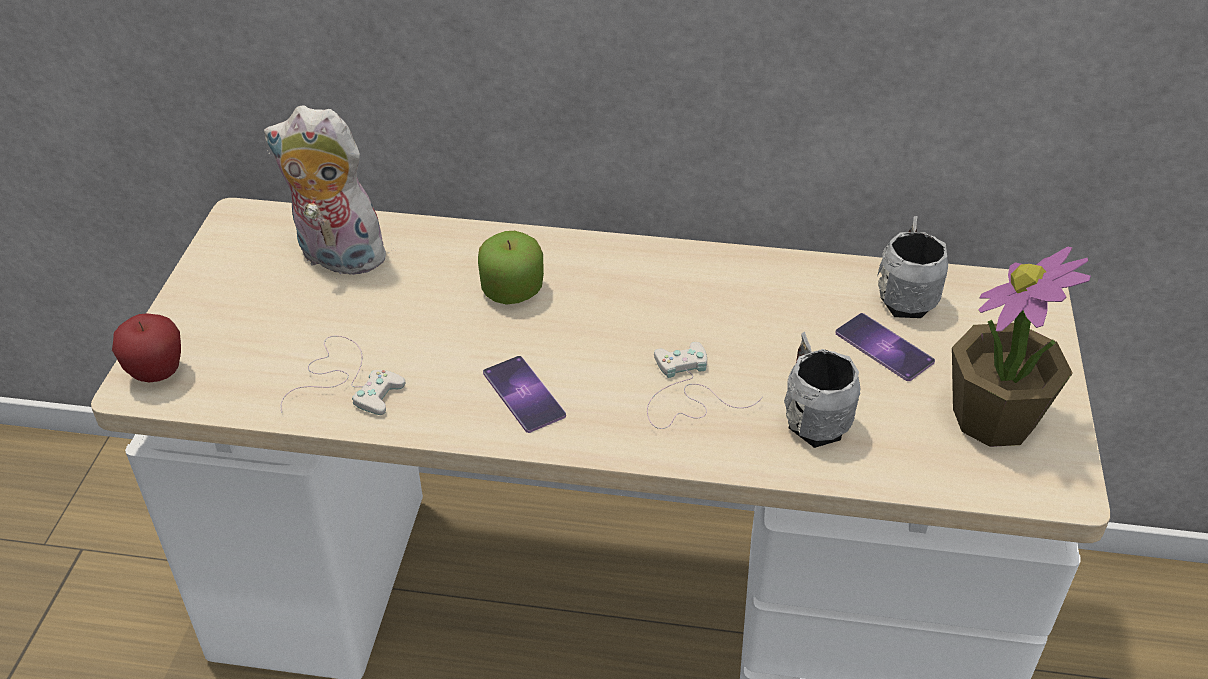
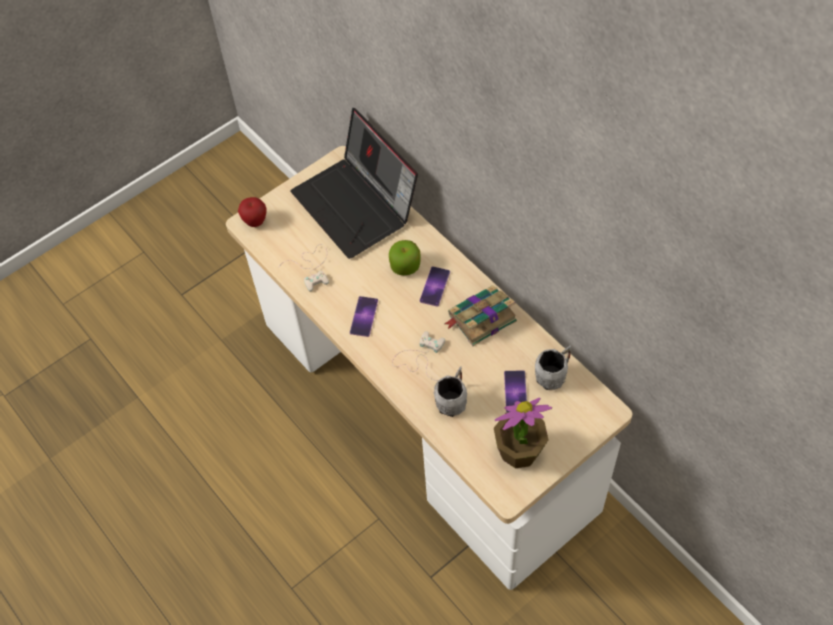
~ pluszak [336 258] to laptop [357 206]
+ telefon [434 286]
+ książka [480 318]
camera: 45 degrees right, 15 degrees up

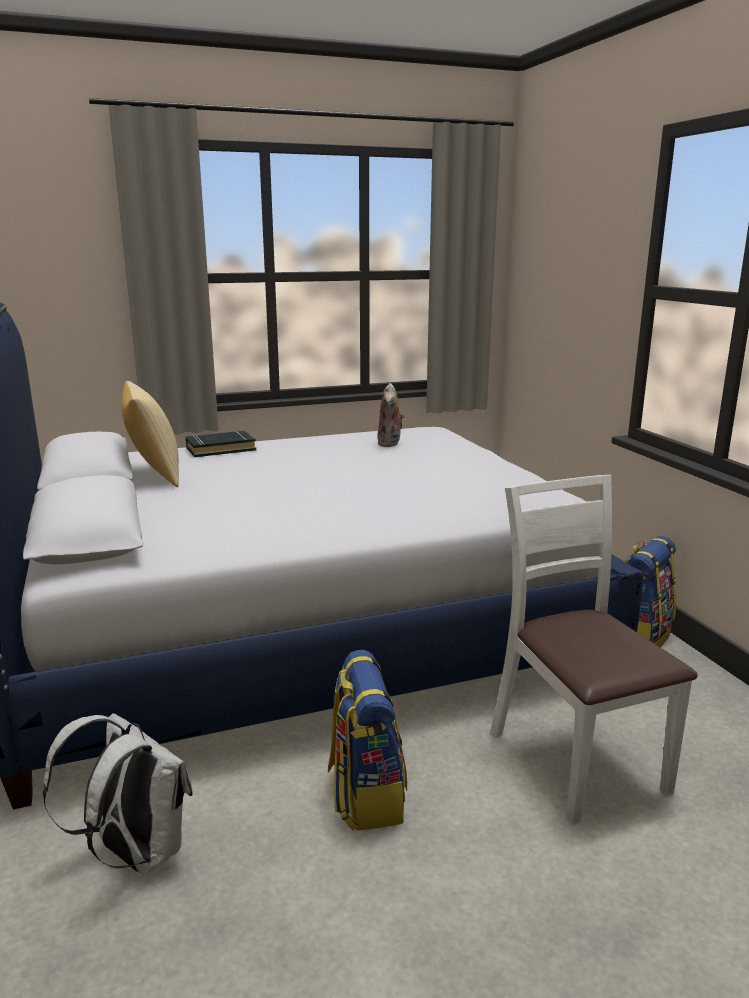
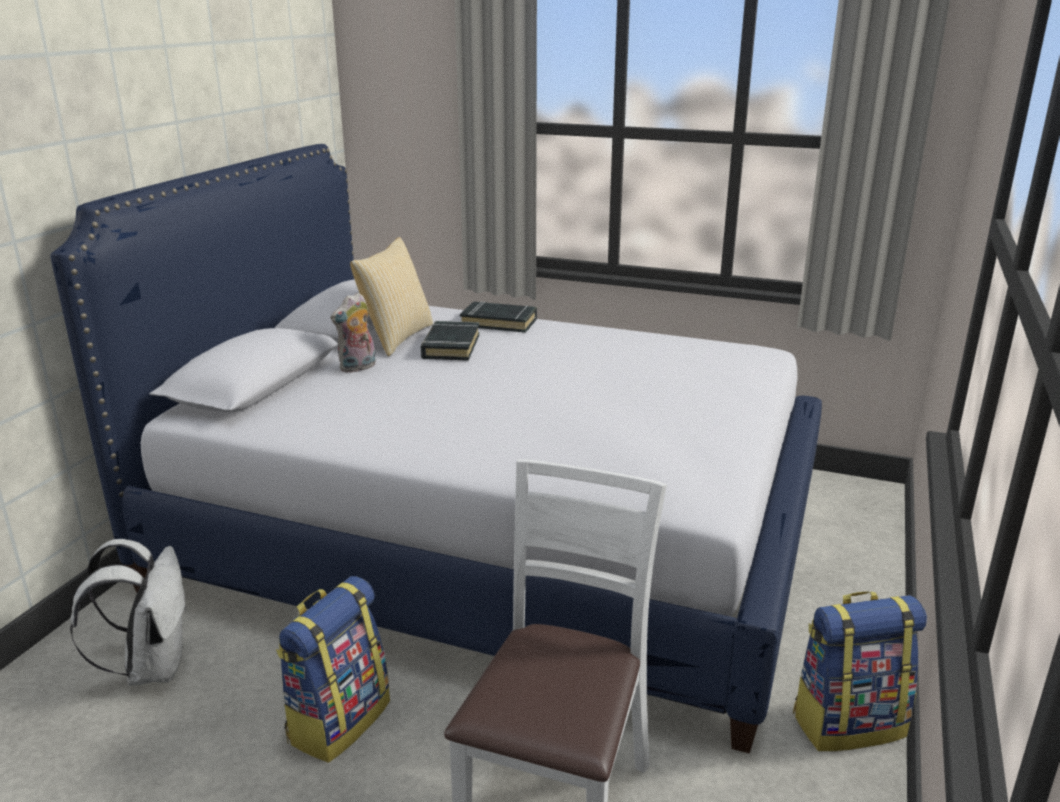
~ pluszak [390 443] to [358 368]
+ książka [czarny] [450 346]
camera: 40 degrees right, 5 degrees up

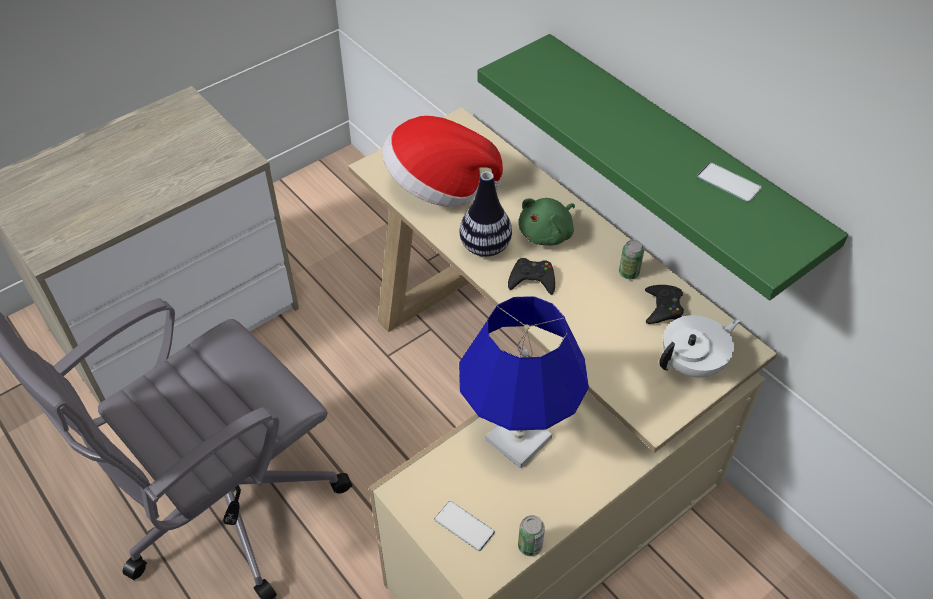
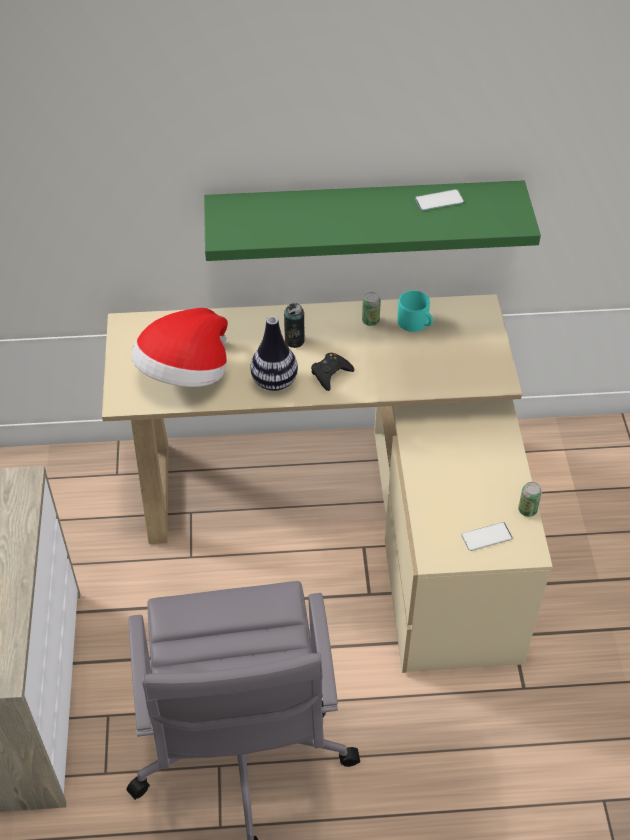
~ pluszak [zielony] [547 234] to puszka [294 341]
~ pad do gier [czarny] [663 308] to kubek [turkusowy] [415 323]
- lampa stołowa [niebieski] [518 439]
- imbryk [biały] [693 364]
camera: 55 degrees left, 0 degrees up

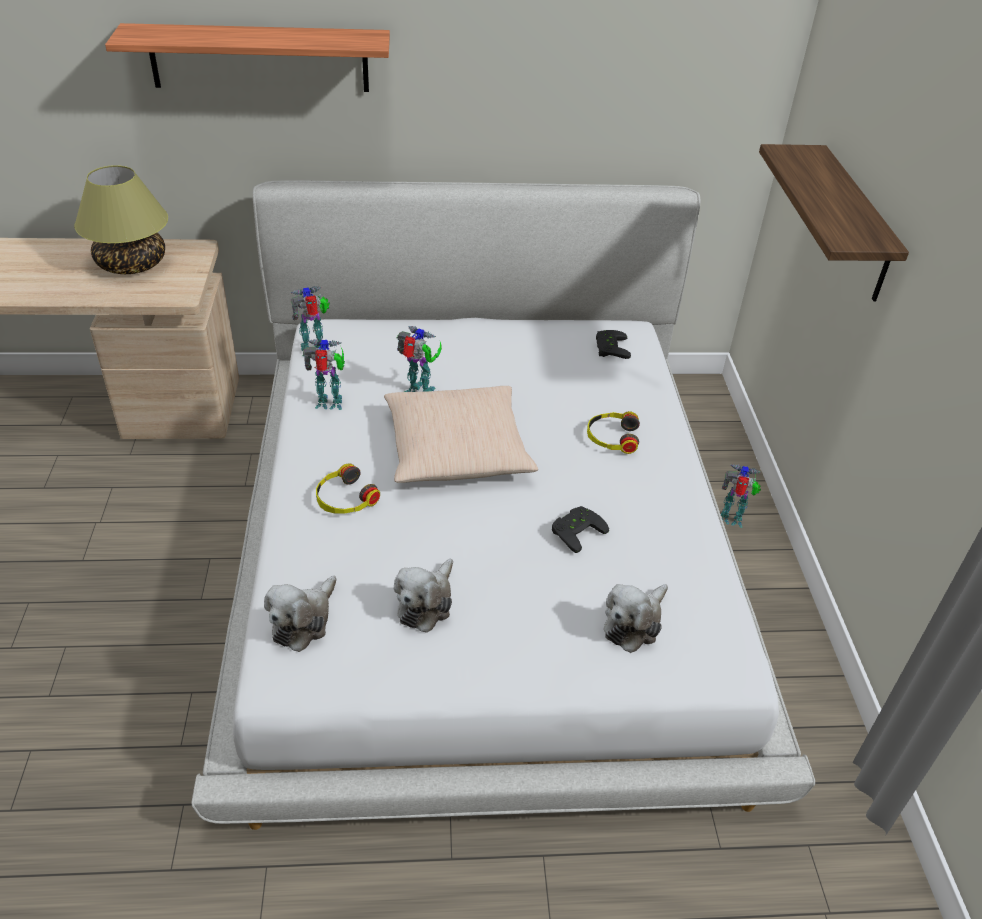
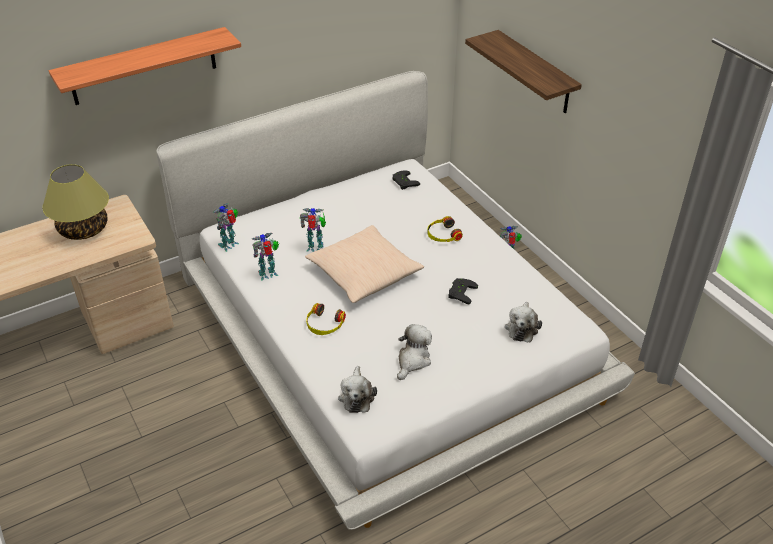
~ pluszak [426 603] = [413 360] 150 degrees counterclockwise
camera: 25 degrees left, 0 degrees up

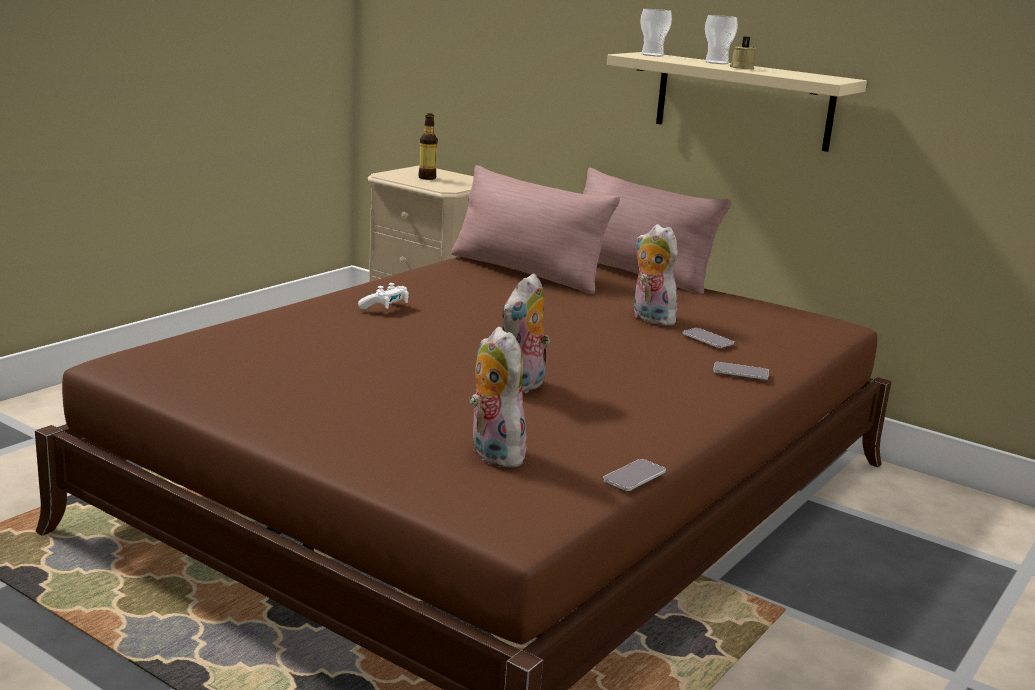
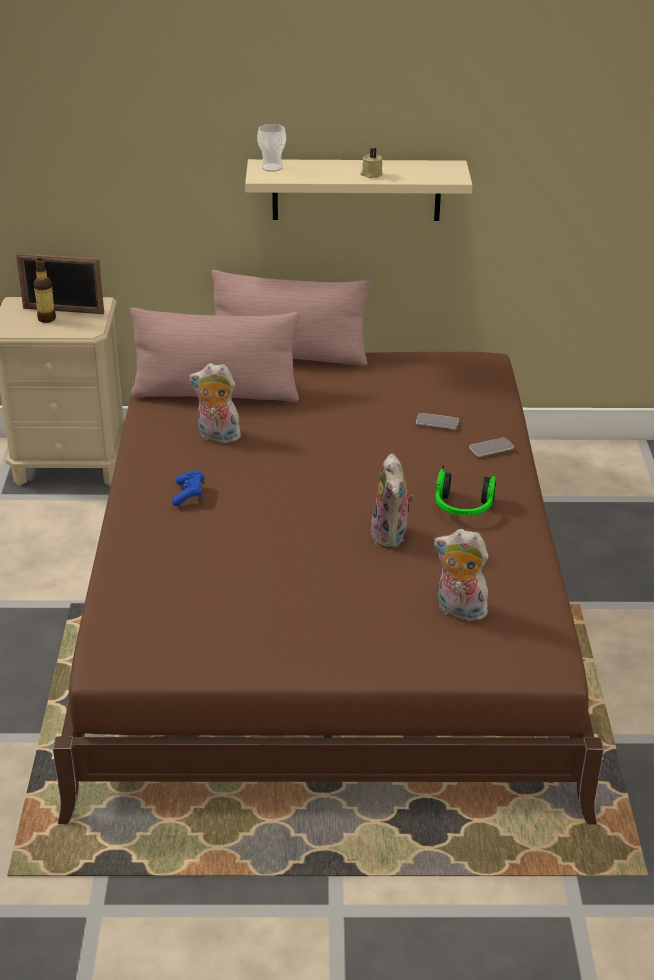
- filiżanka [716 62]
~ pluszak [649 318] to [217 437]
~ pad do gier [biały] [385 307] to pad do gier [niebieski] [189 494]
- telefon [634 476]
+ ramka na zdjęcie [63 310]
+ słuchawki [463 508]
camera: 35 degrees left, 15 degrees up

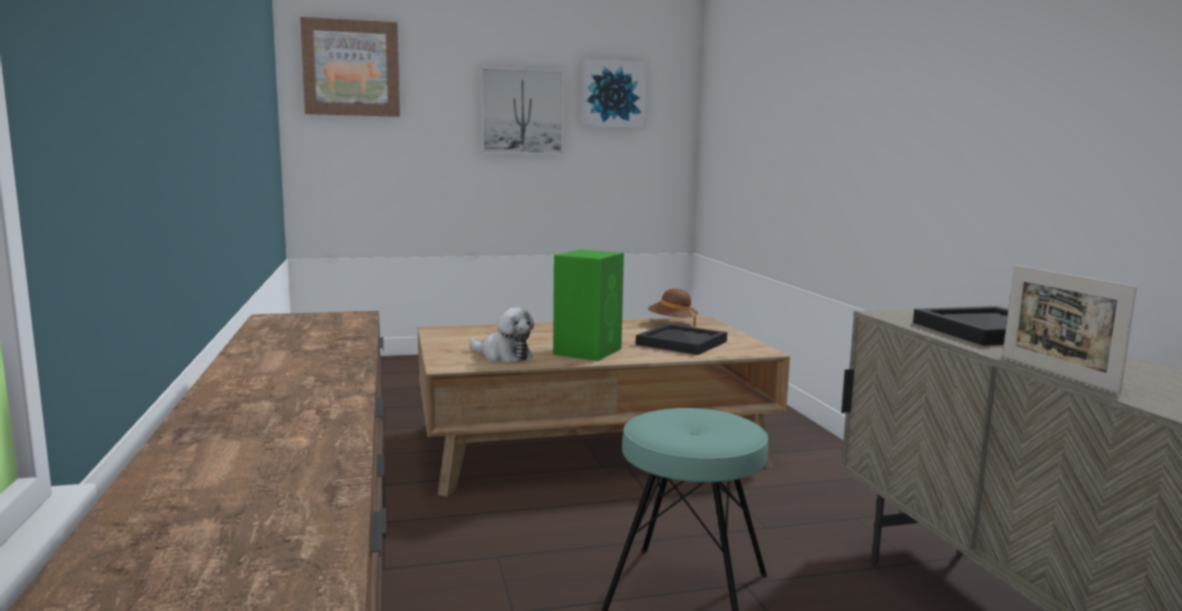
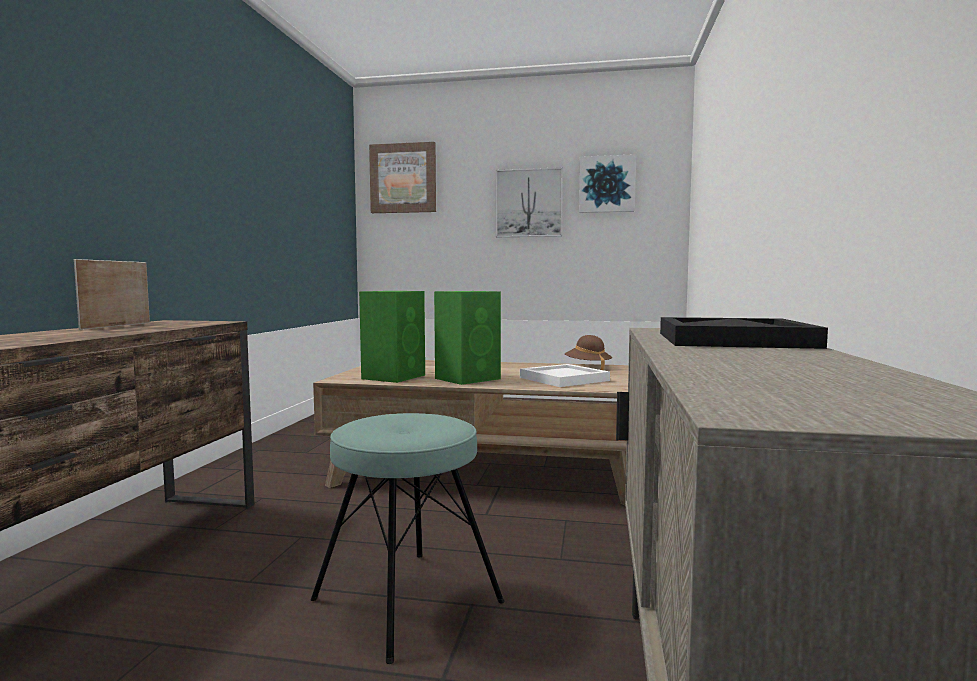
~ ramka na zdjęcie [1056 373] to [116 326]
~ pluszak [503 356] to głośnik [zielony] [394 377]
~ taca [czarny] [683 343] to taca [biały] [565 379]
camera: 25 degrees right, 5 degrees down

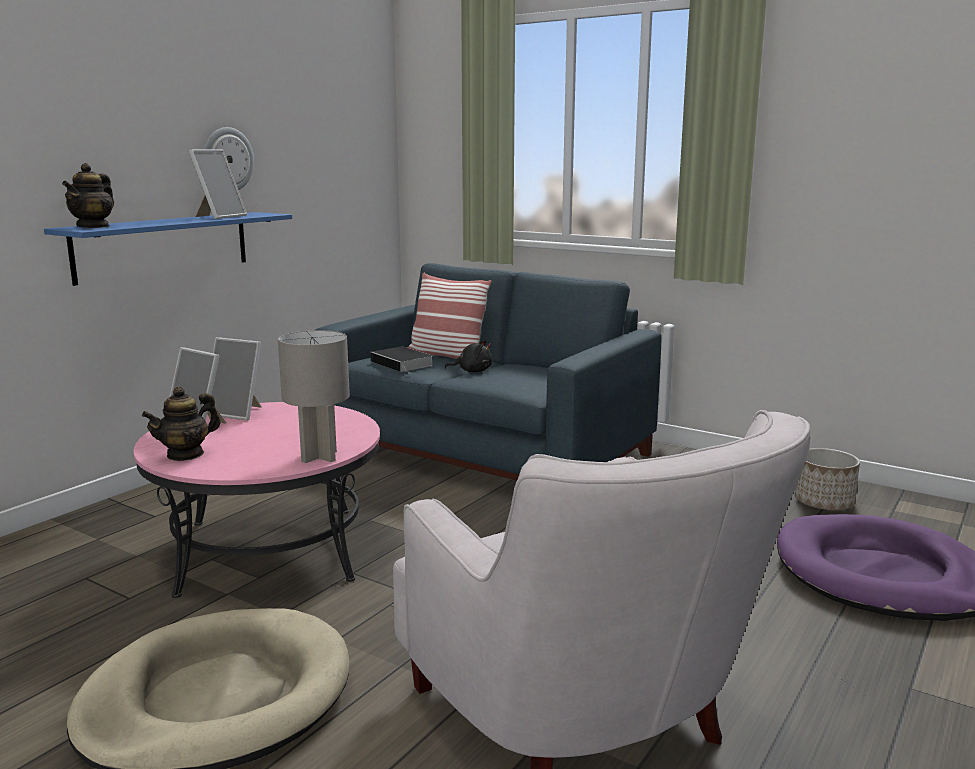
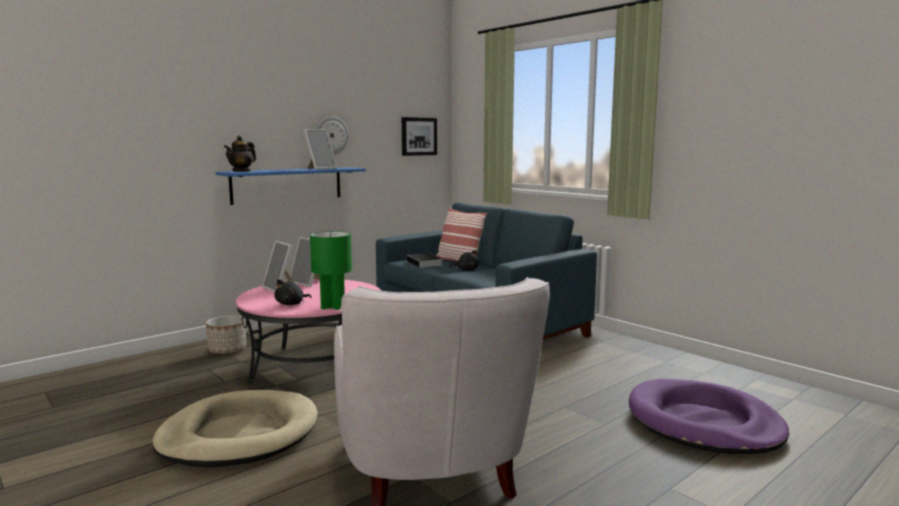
~ lampa stołowa [szary] [320 456] to lampa stołowa [zielony] [333 307]
- imbryk [185 454]
~ donica [823 502] to [227 350]
+ obraz [418 136]
+ pluszak [czarny] [291 304]
camera: 15 degrees right, 5 degrees down

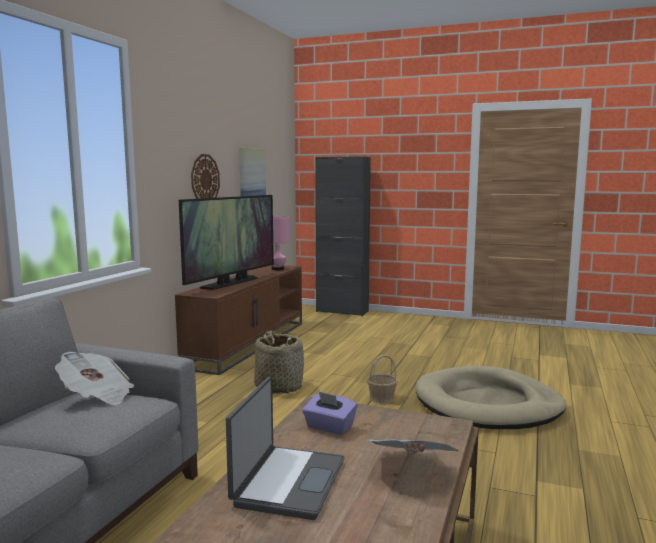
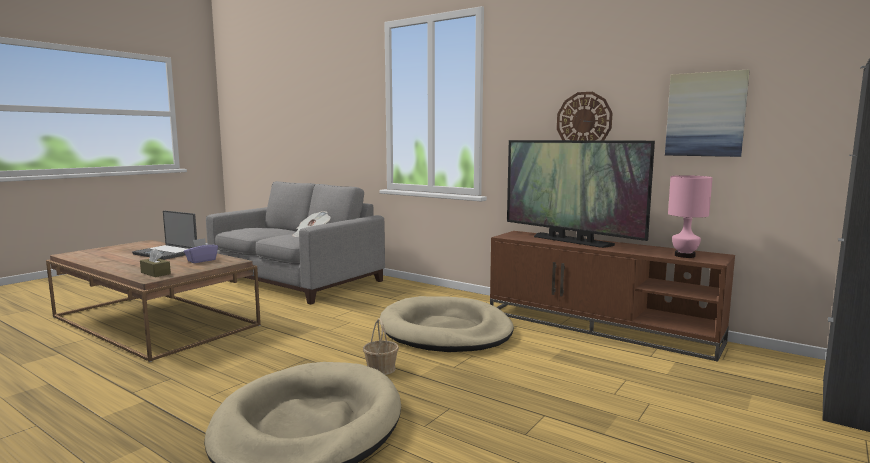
~ koszyk [278 387] to legowisko [beżowy] [445 330]
- gazeta [412 468]
+ pudełko chusteczek [brązowy] [155 273]
camera: 105 degrees right, 0 degrees up

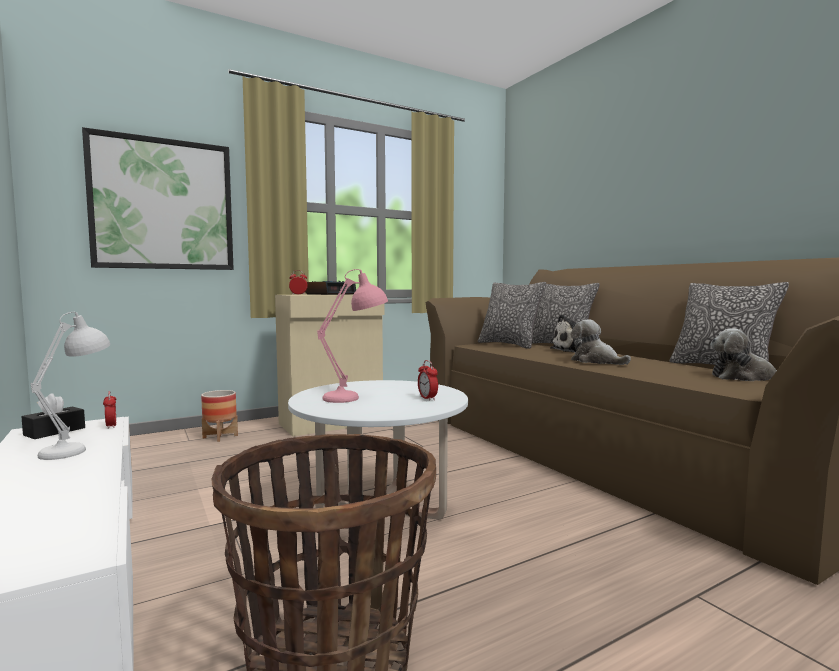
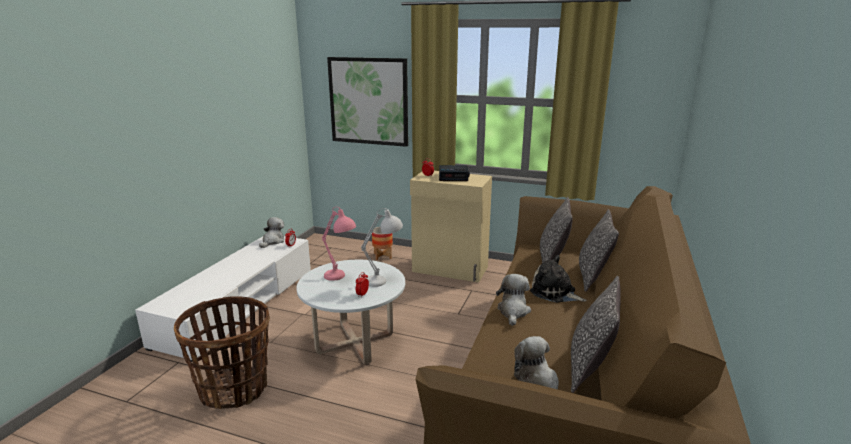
~ lampa stołowa [biały] [79 448] to [384 280]
~ pudełko chusteczek [czarny] [55 431] to pluszak [273 241]
camera: 50 degrees right, 15 degrees up

